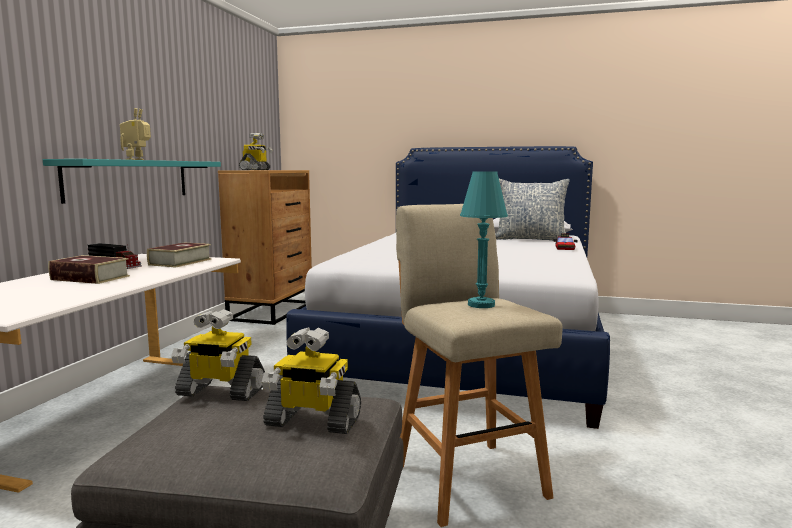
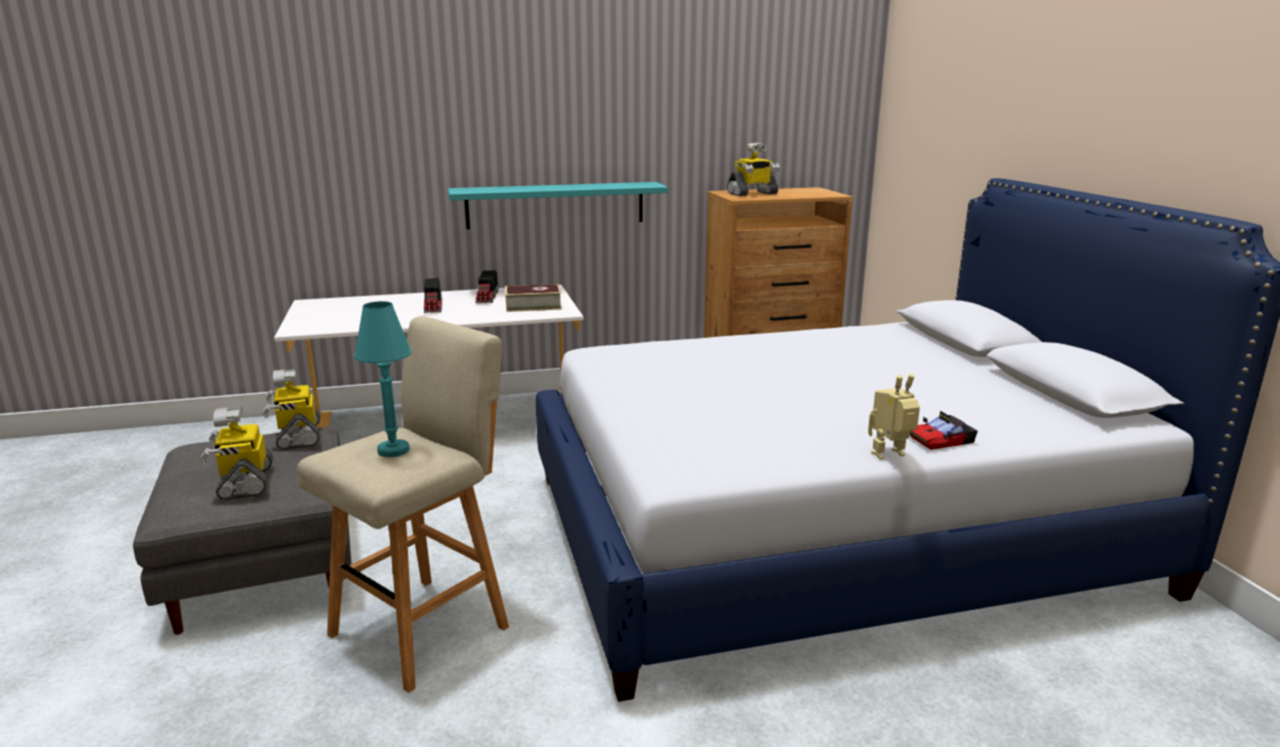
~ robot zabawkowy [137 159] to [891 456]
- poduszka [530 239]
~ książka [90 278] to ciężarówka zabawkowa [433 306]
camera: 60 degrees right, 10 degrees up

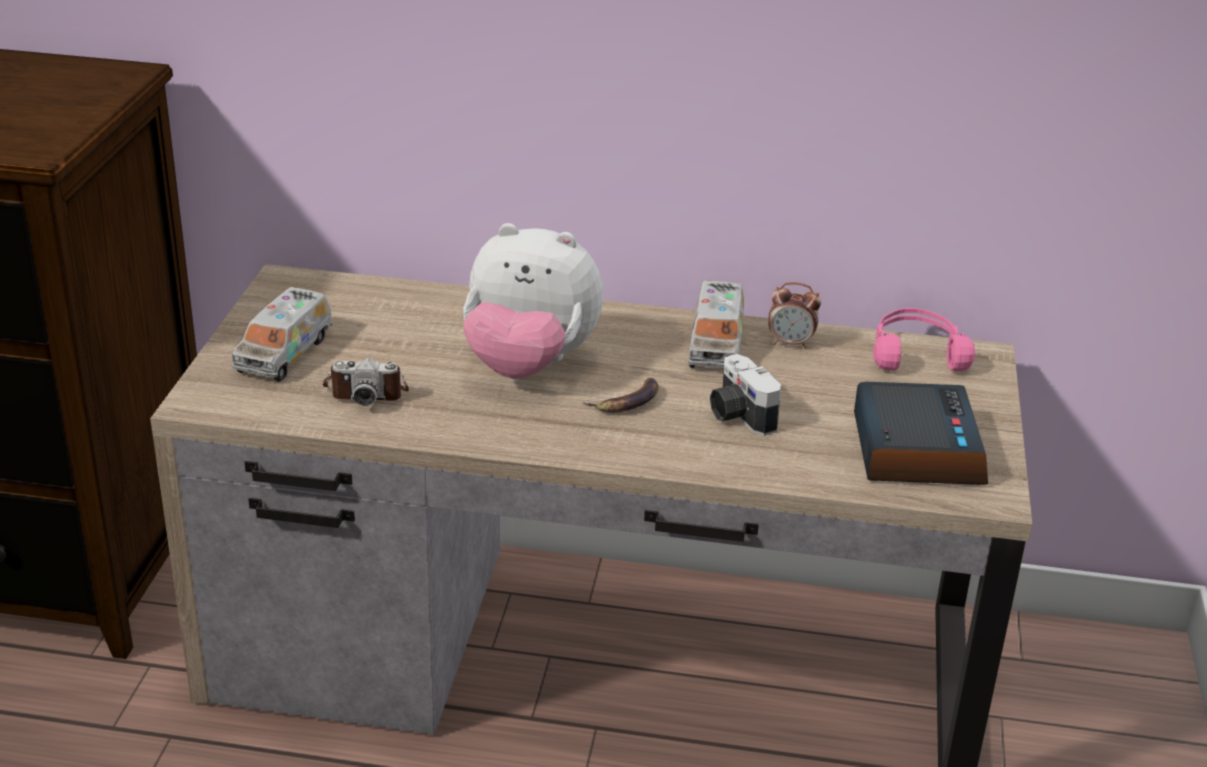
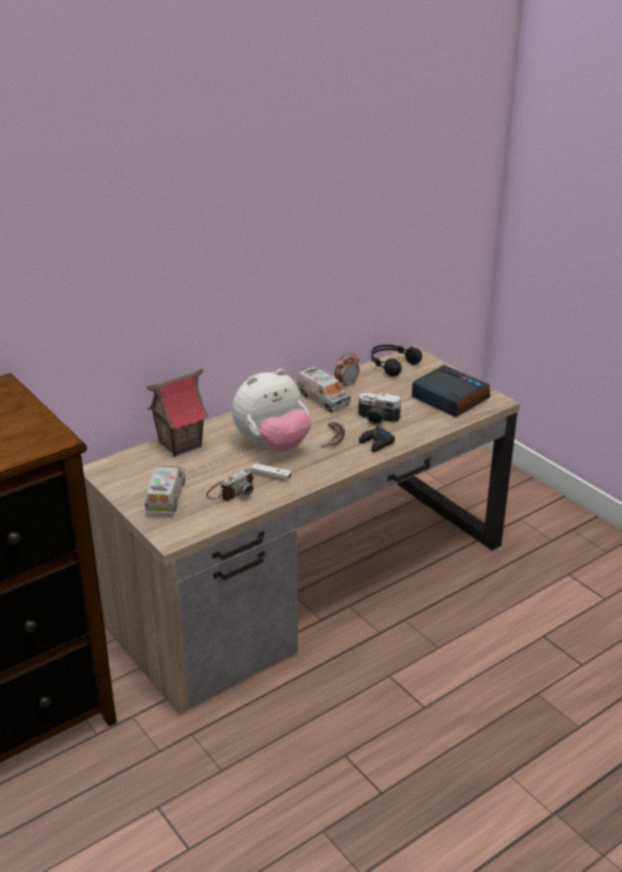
~ ciężarówka zabawkowa [284 353] = [166 497] 150 degrees counterclockwise
~ słuchawki [różowy] [916 353] to słuchawki [czarny] [392 365]
+ domek [180 444]
+ pad do gier [czarny] [377 443]
+ pad do gier [biały] [271 476]
camera: 45 degrees left, 0 degrees up

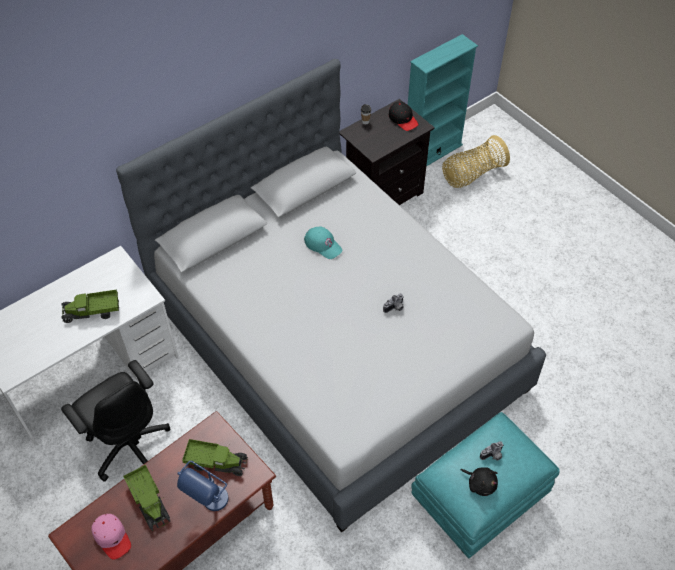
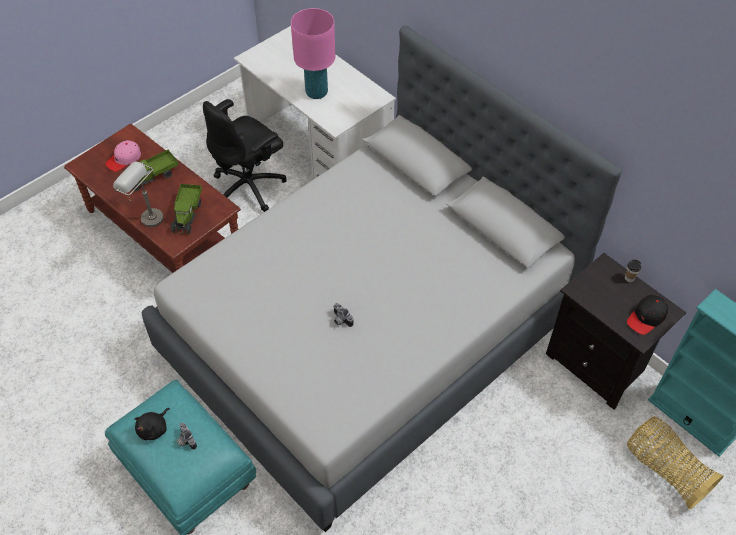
- czapka z daszkiem [turkusowy] [323 245]
~ ciężarówka zabawkowa [92 312] to lampa stołowa [różowy] [316 93]
~ lampa stołowa [niebieski] [210 506] to lampa stołowa [szary] [145 216]
camera: 85 degrees right, 0 degrees up

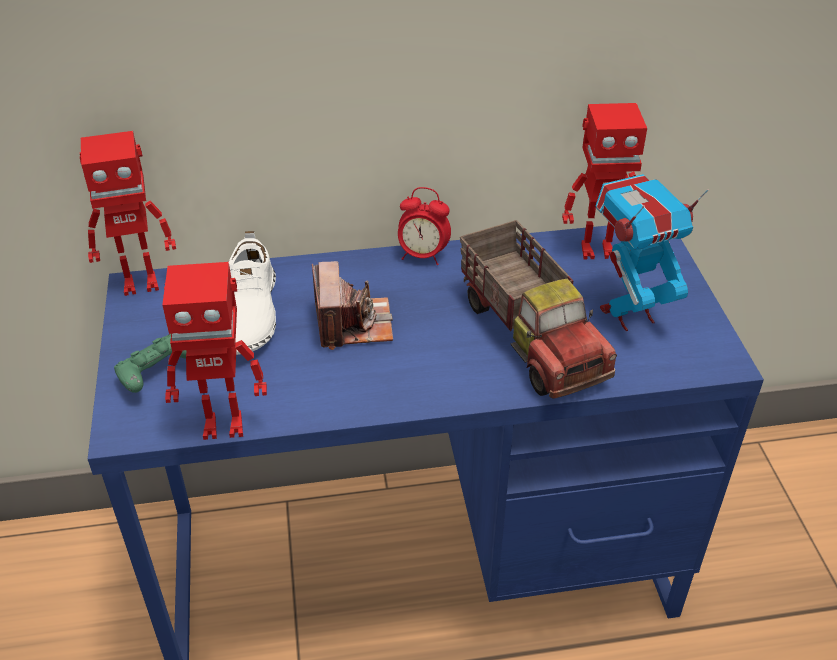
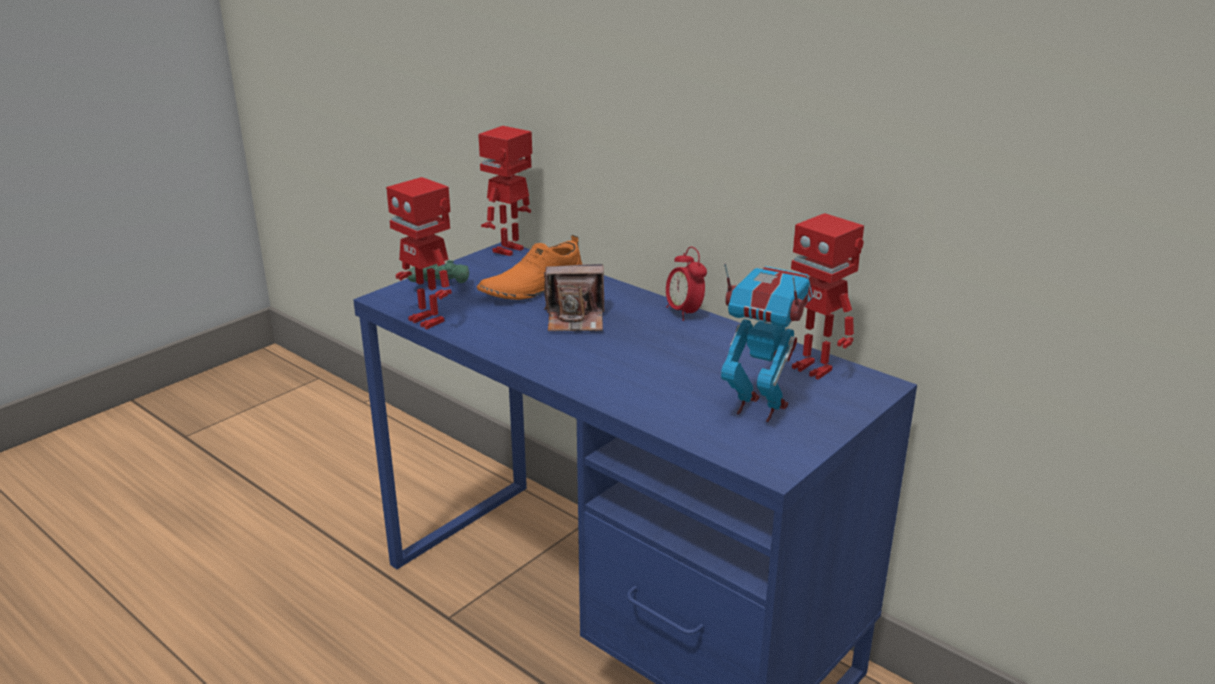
~ robot zabawkowy [141 283] = [510 250] 90 degrees clockwise
- ciężarówka zabawkowa [532 335]
~ but [biały] [248 314] to but [pomarańczowy] [532 287]
~ aparat fotograficzny [353 324] = [576 319] 45 degrees clockwise
camera: 50 degrees right, 15 degrees down

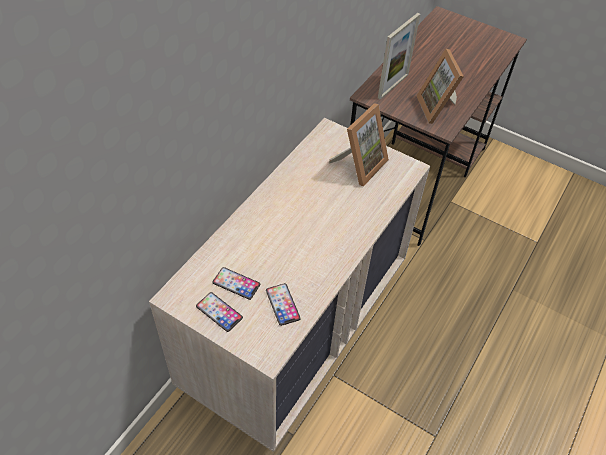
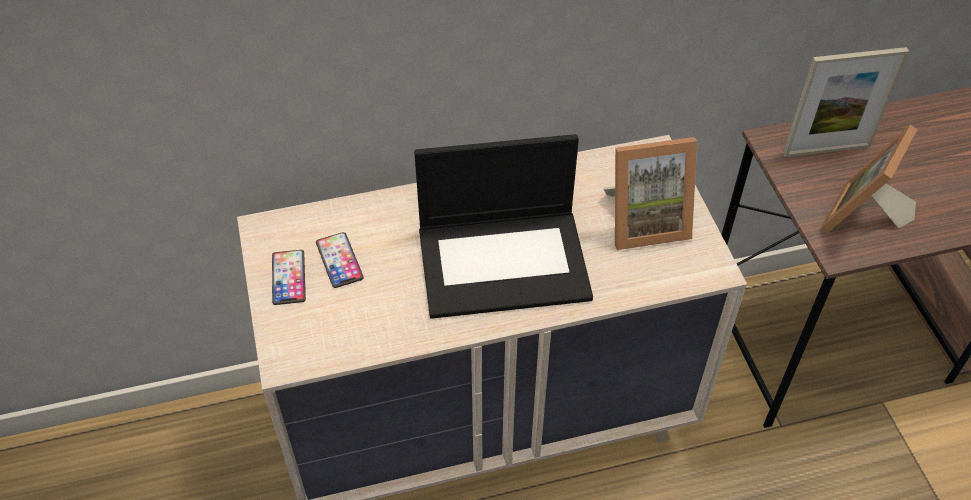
- telefon [282 304]
+ laptop [505 261]
camera: 45 degrees right, 0 degrees up

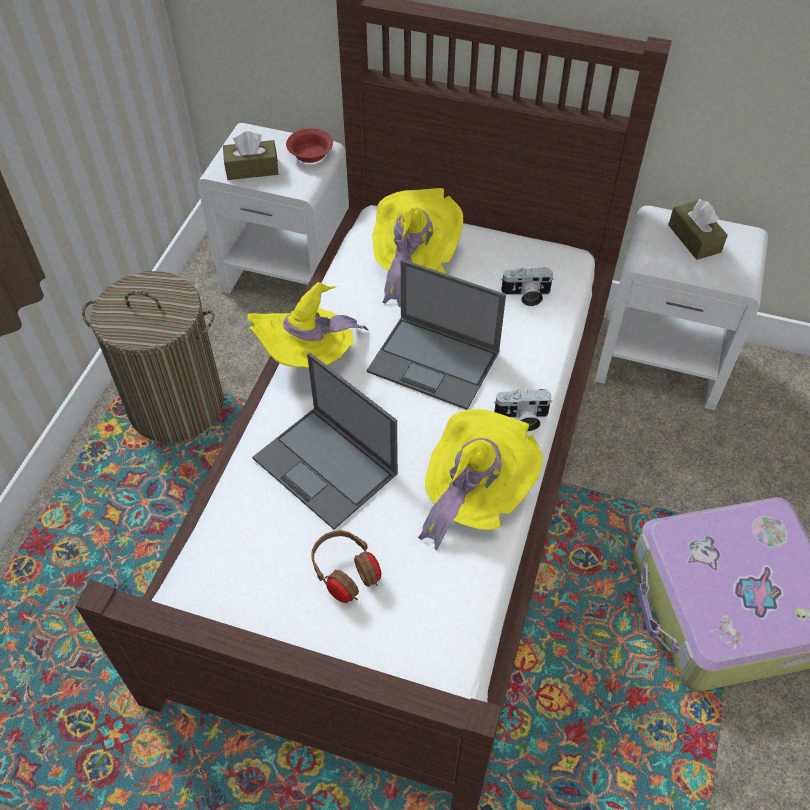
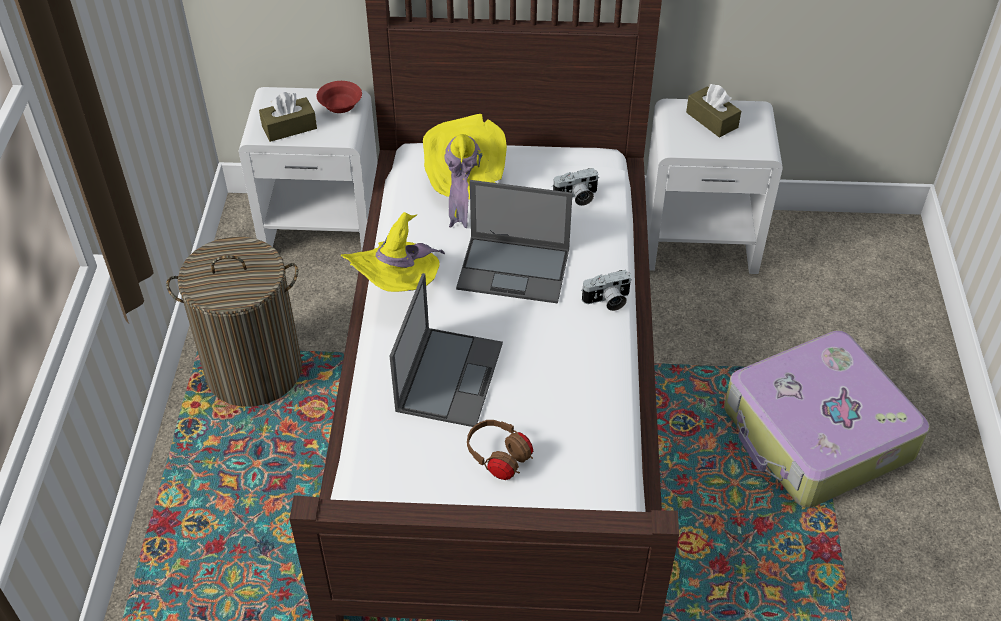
~ laptop [327 467] = [449 375] 105 degrees counterclockwise
- kapelusz [żółty] [474 494]
camera: 15 degrees left, 5 degrees down

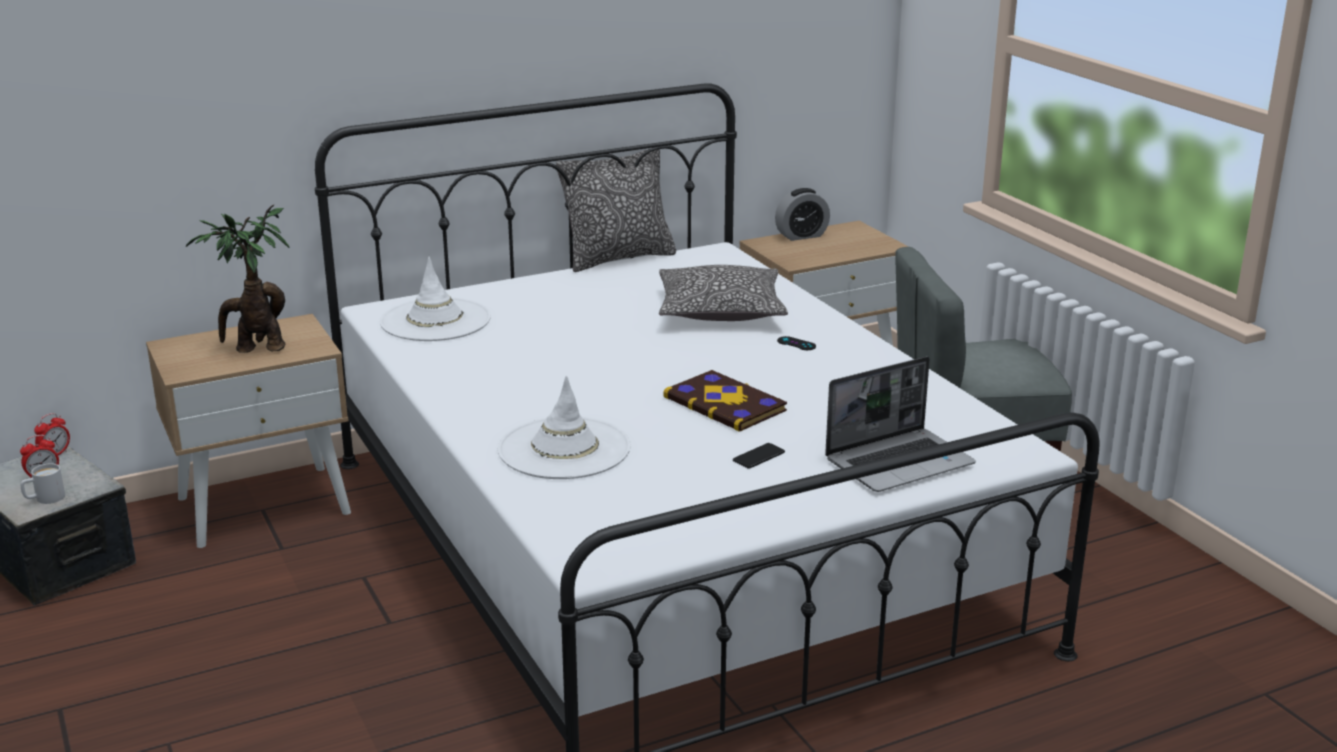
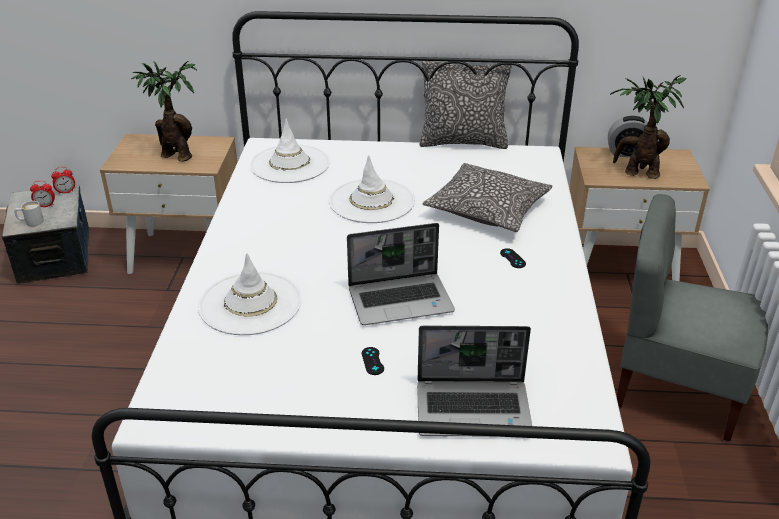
~ książka [726 404] to laptop [401 300]
~ telefon [759 456] to pad do gier [czarny] [372 361]
+ roślina doniczkowa [637 172]
+ kapelusz [biały] [372 201]
camera: 30 degrees right, 10 degrees up

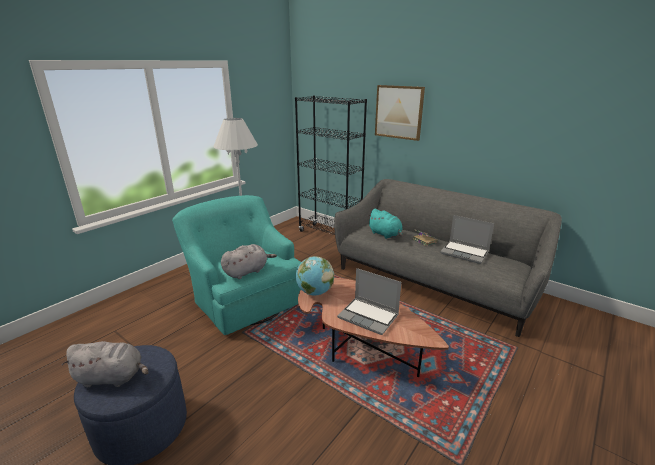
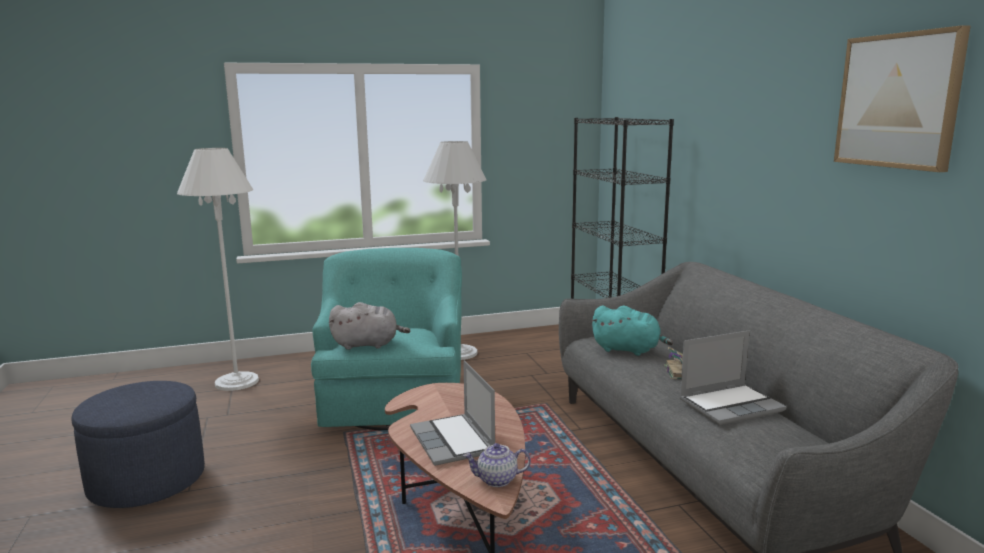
~ obraz [399 112] to [898 101]
~ pluszak [turkusowy] [385 234] = [628 350] 60 degrees counterclockwise
~ laptop [465 253] = [731 405] 90 degrees counterclockwise
- globus [315 292]
- pluszak [szary] [113 377]
+ lampa stojąca [biały] [237 382]
+ imbryk [496 480]
camera: 35 degrees right, 10 degrees down

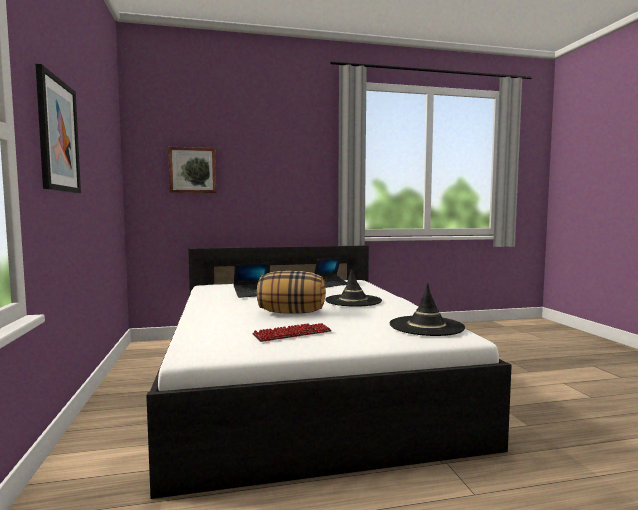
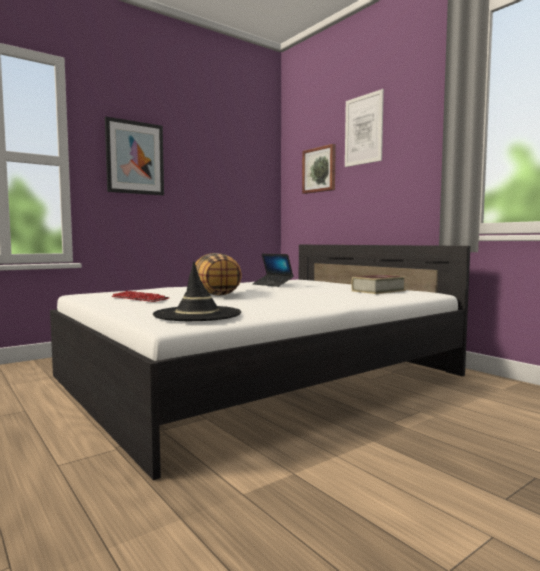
~ laptop [331 284] to książka [378 291]
- kapelusz [czarny] [353 301]
+ obraz [363 130]
camera: 65 degrees right, 0 degrees up

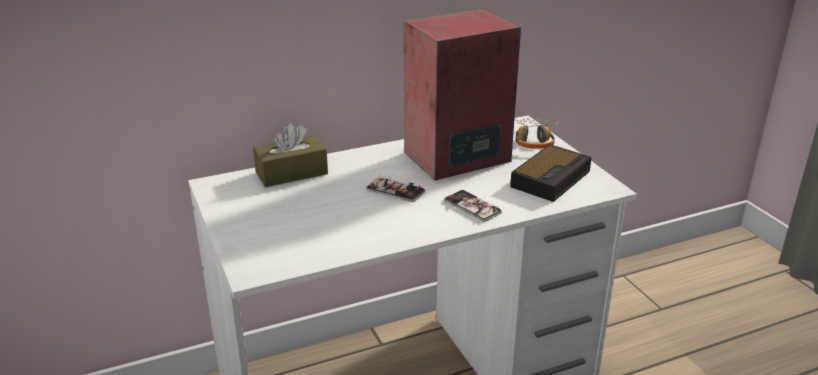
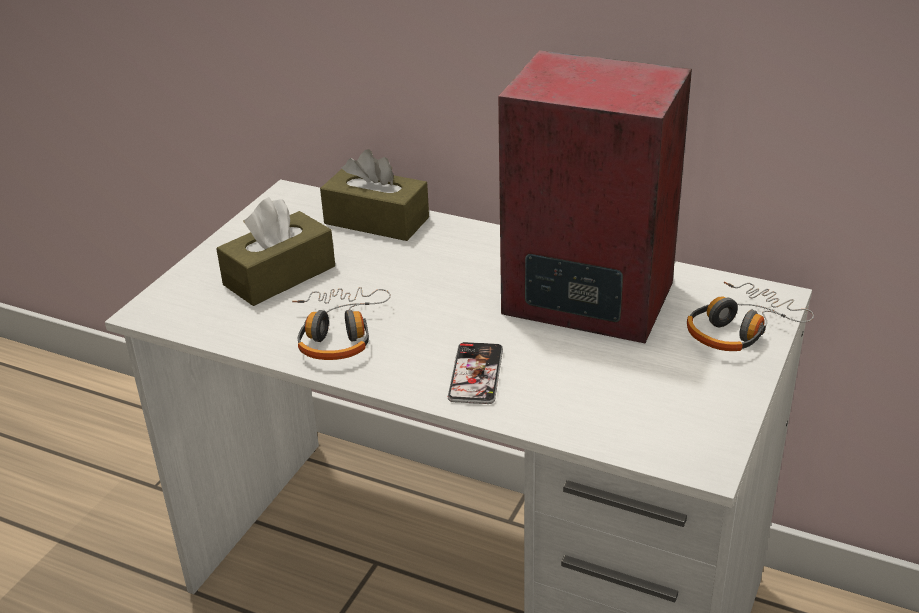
- budzik [551 178]
- telefon [395 190]
+ pudełko chusteczek [brązowy] [279 276]
+ słuchawki [338 333]
camera: 50 degrees right, 5 degrees up

